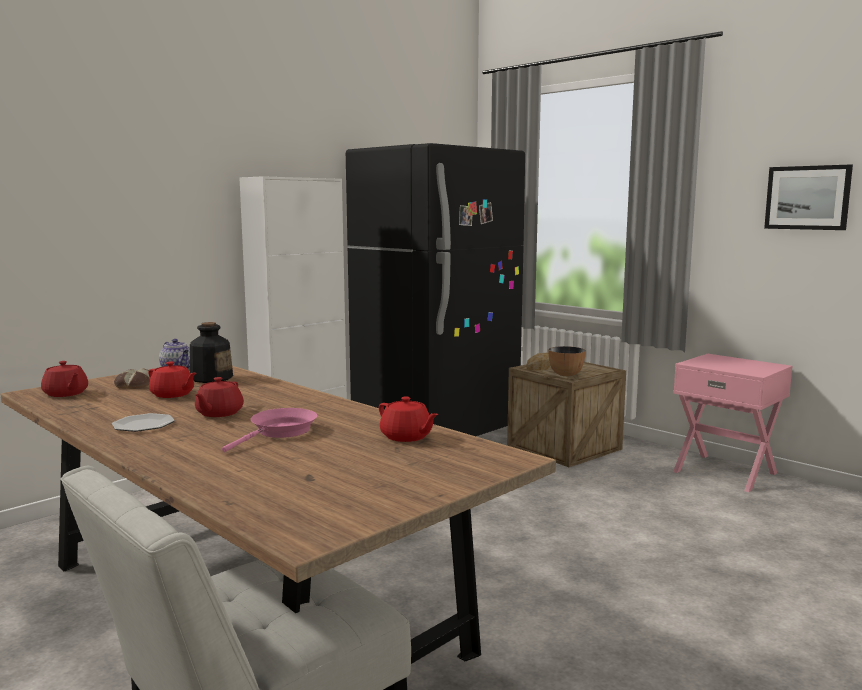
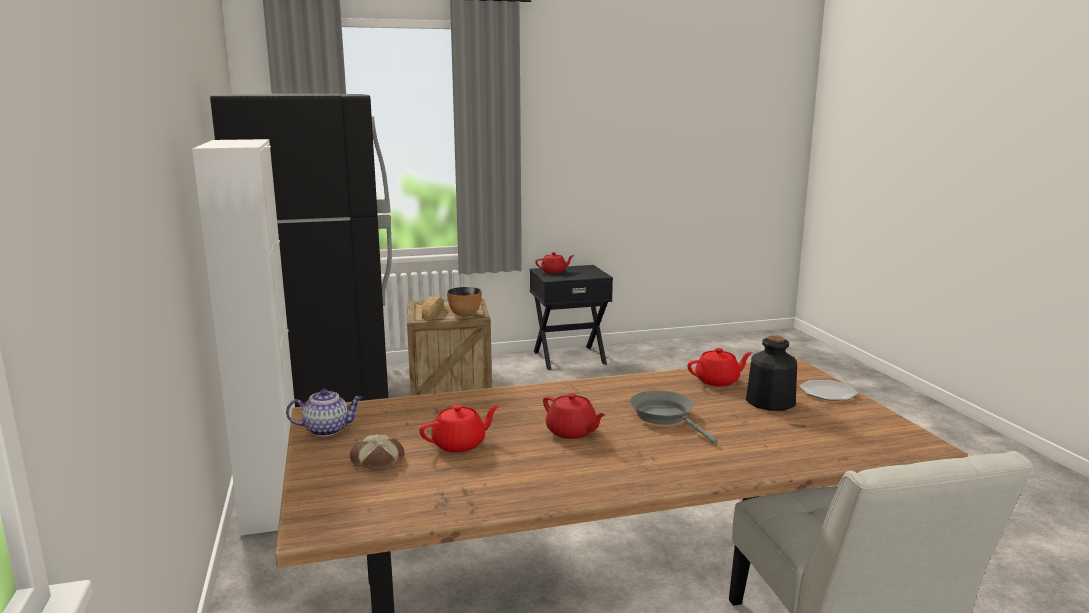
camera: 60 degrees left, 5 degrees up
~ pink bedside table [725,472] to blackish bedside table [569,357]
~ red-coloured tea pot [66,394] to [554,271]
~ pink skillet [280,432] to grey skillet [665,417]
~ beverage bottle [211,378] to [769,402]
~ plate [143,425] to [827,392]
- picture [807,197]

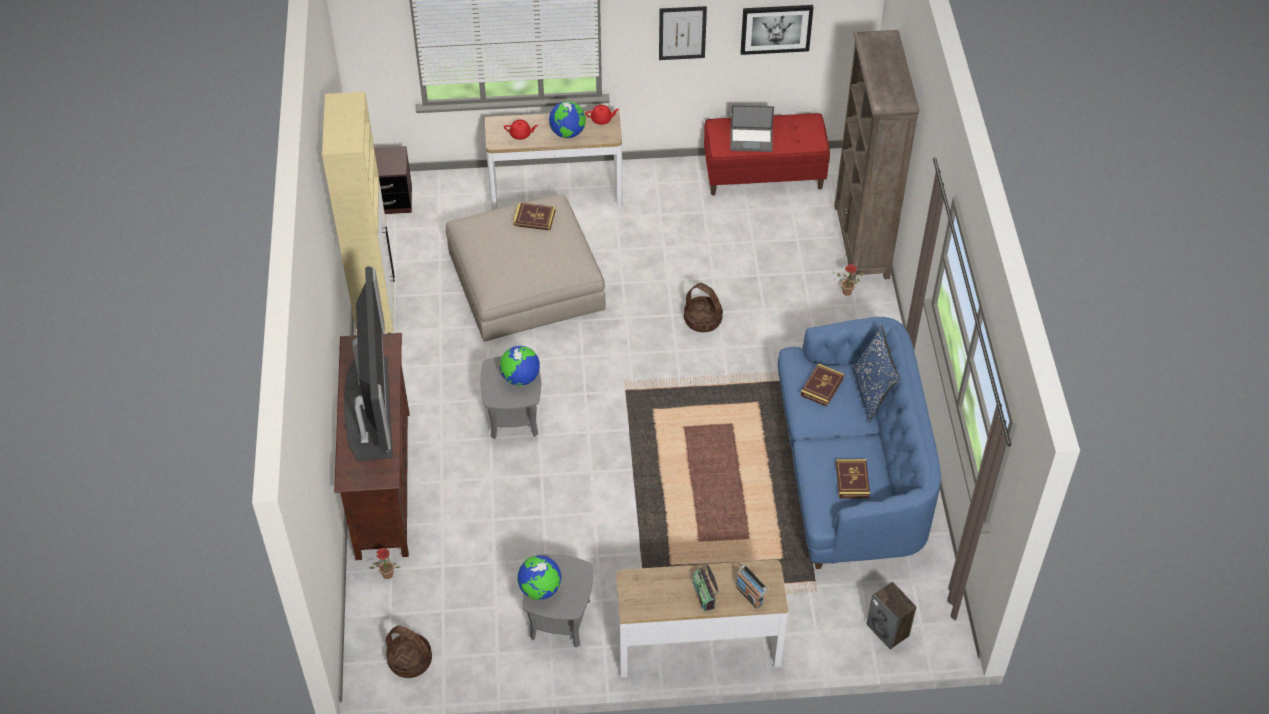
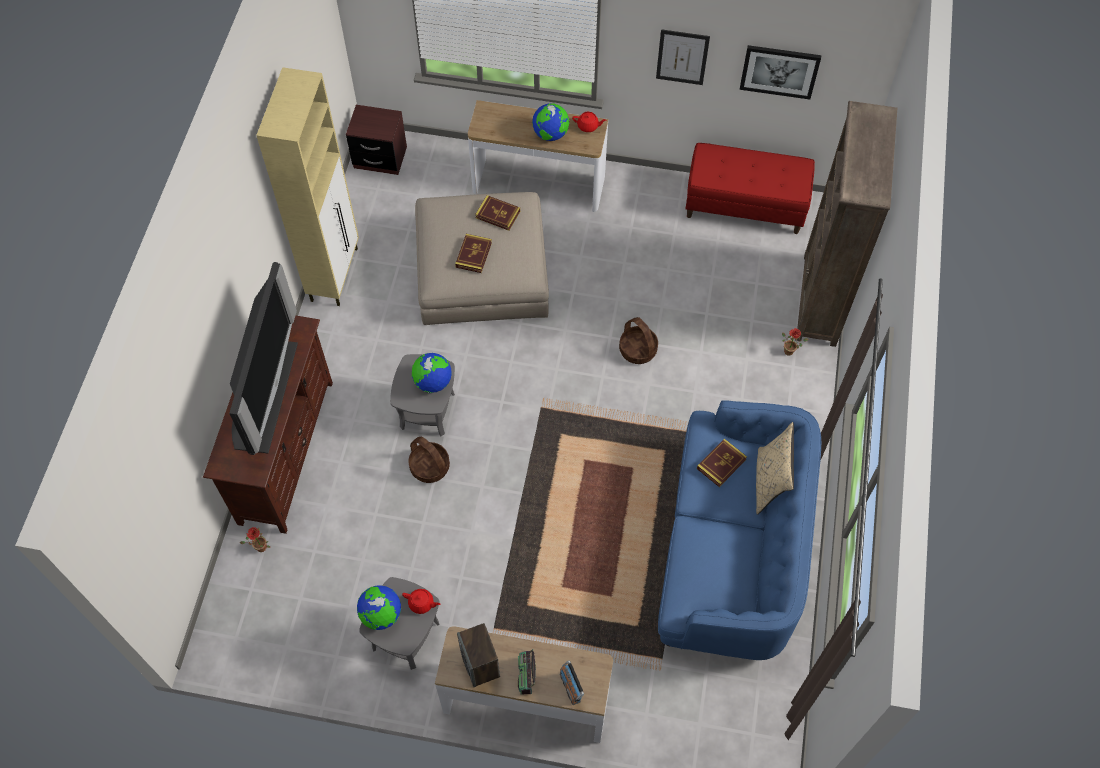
camera: 15 degrees right, 10 degrees up
~ red-coloured tea pot [521,134] to [421,603]
~ storage basket [409,661] to [429,467]
~ bound book [852,480] to [473,255]
~ speaker [888,630] to [480,664]
~ blue pillow [871,392] to beige pillow [769,482]
- laptop [752,139]

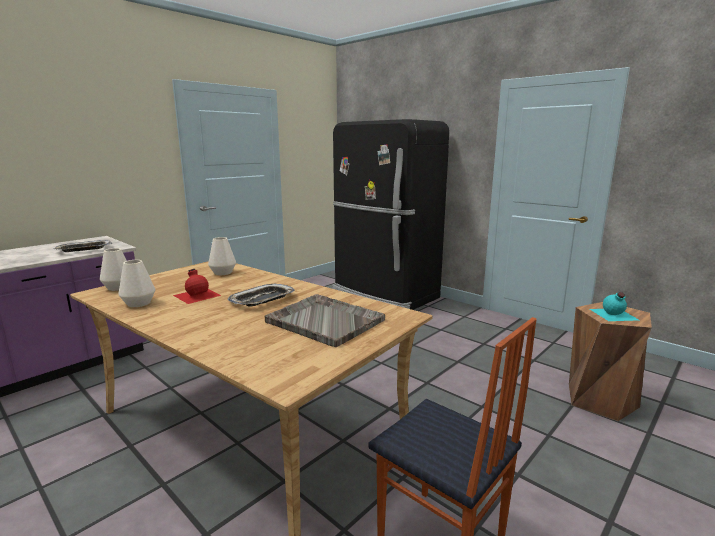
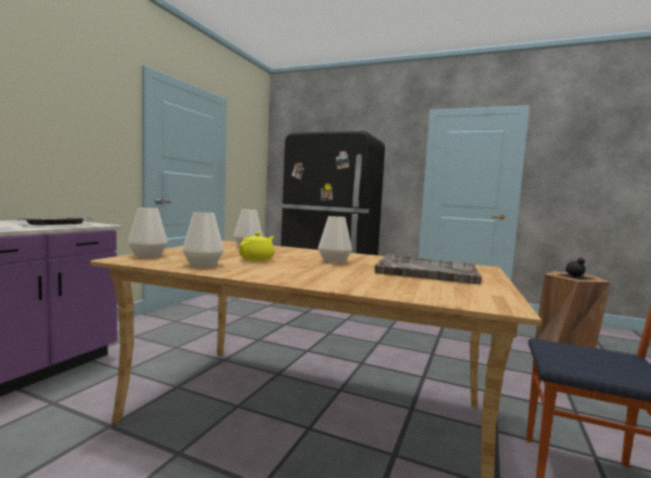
camera: 20 degrees left, 10 degrees down
~ red-coloured beverage bottle [197,295] to yellowish tea pot [257,259]
~ serving tray [262,300] to white decorative vase [334,261]
~ turquoise-coloured beverage bottle [613,314] to blackish beverage bottle [575,276]

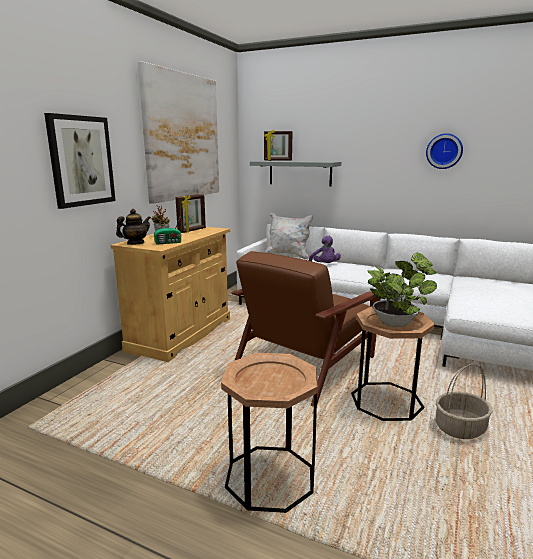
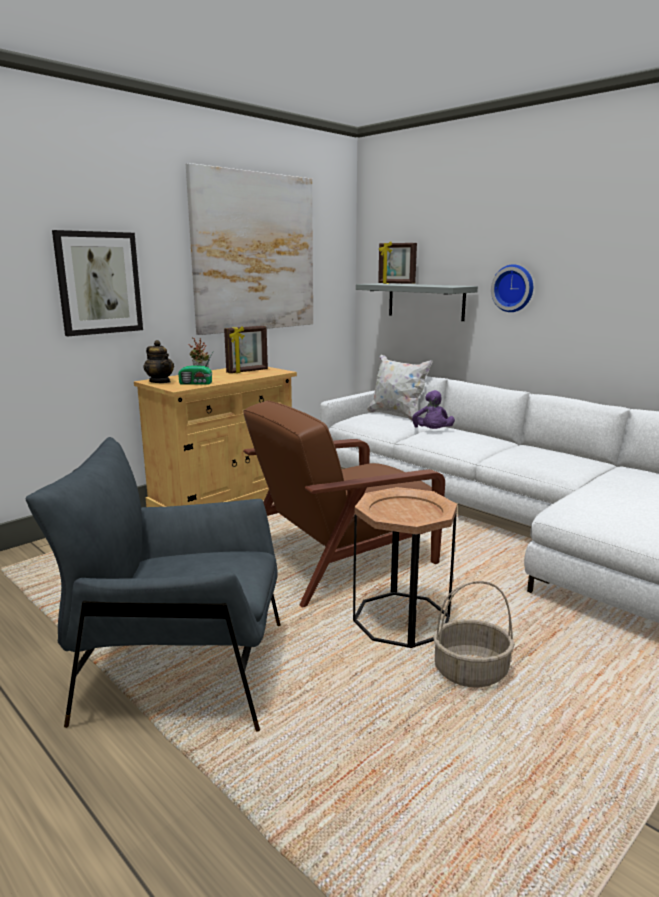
camera: 20 degrees right, 0 degrees up
~ brown-coloured side table [269,478] to grey lounge chair [182,670]
~ tea pot [135,243] = [160,382] 75 degrees clockwise
~ clock on the wall [444,151] to [513,288]
- potted plant [396,323]

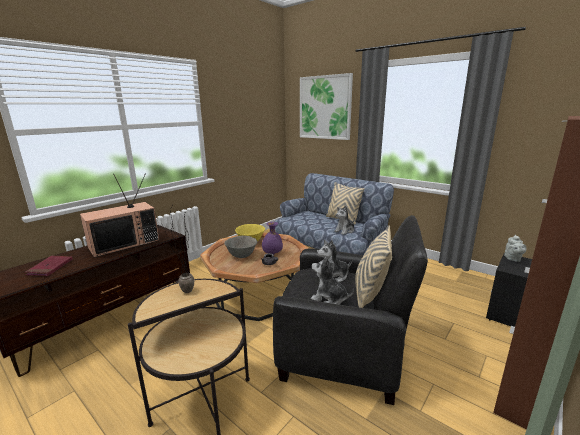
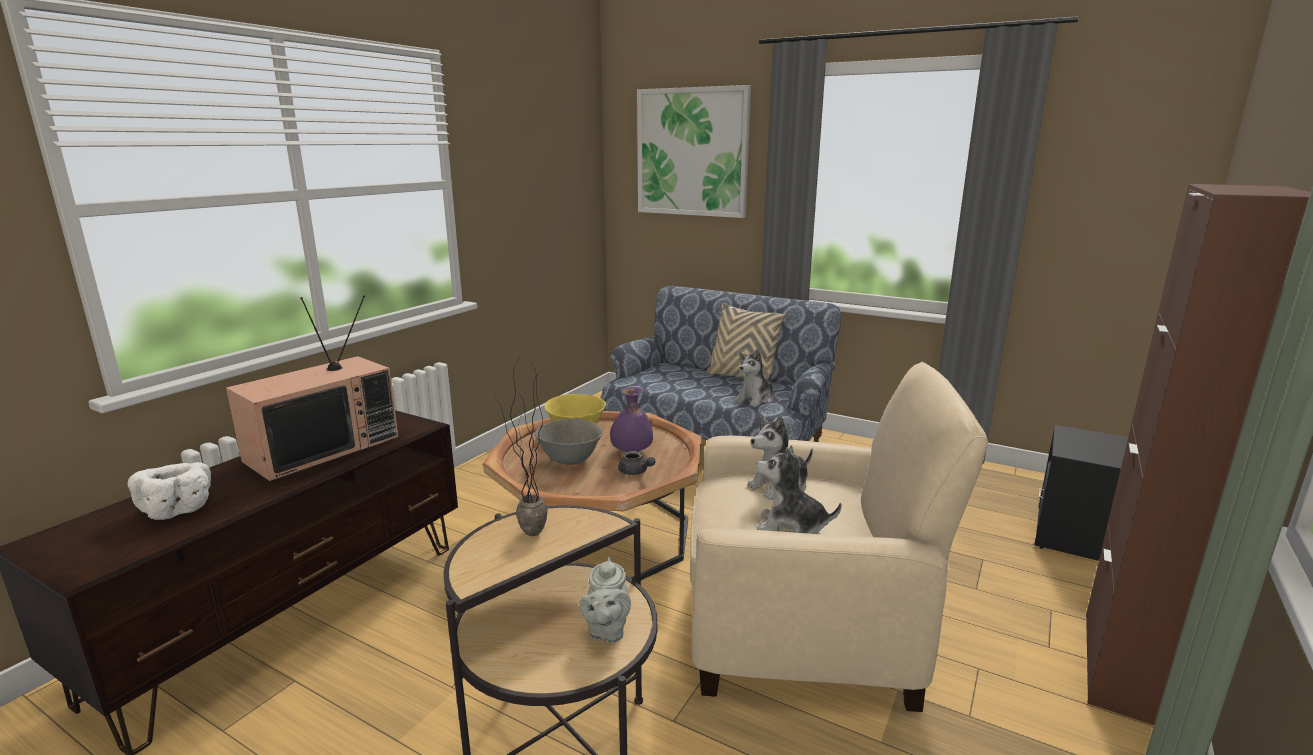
camera: 10 degrees left, 0 degrees up
~ red-coloured bound book [50,267] to white bowl [178,509]
~ grey tea pot [512,259] to [606,630]
~ blackish lounge chair [343,352] to beige lounge chair [804,630]
- beige pillow [370,293]

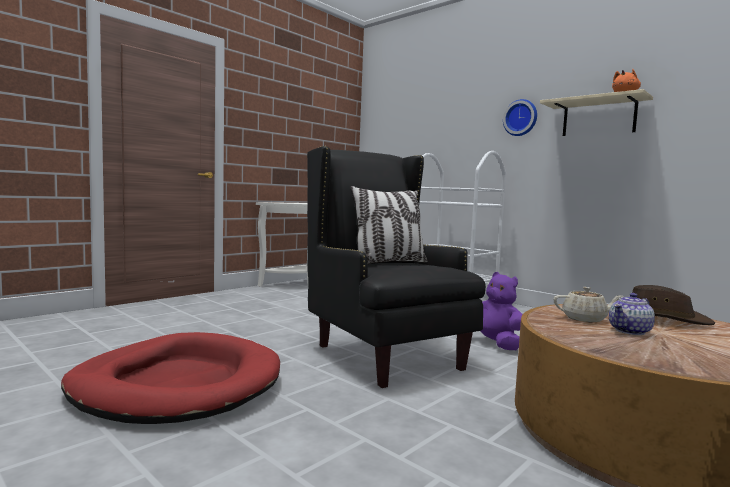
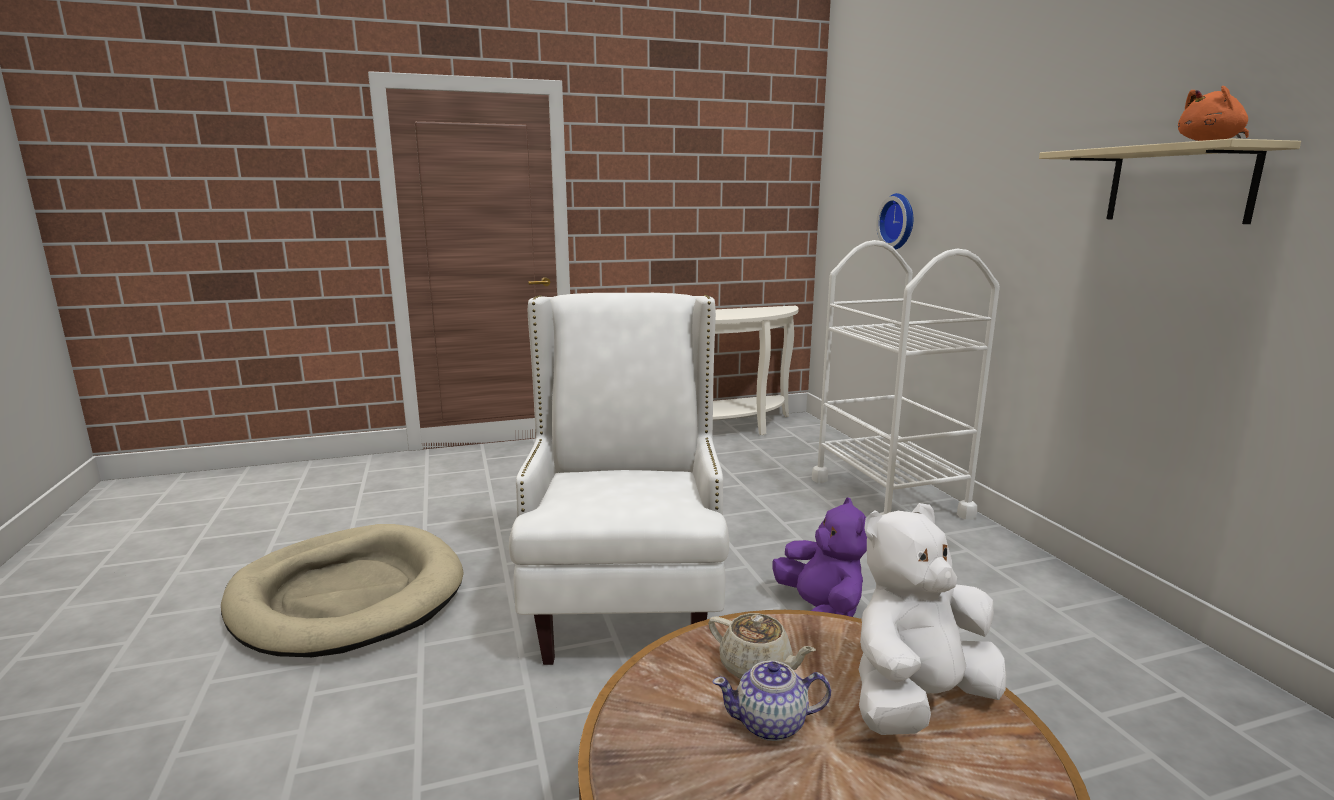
camera: 30 degrees right, 10 degrees up
~ red-coloured pet bed [178,384] to beige pet bed [347,596]
~ blackish lounge chair [386,356] to white lounge chair [625,605]
~ brown-coloured hat [659,318] to white soft toy [917,700]
~ clock on the wall [521,118] to [899,221]
- pillow [388,263]

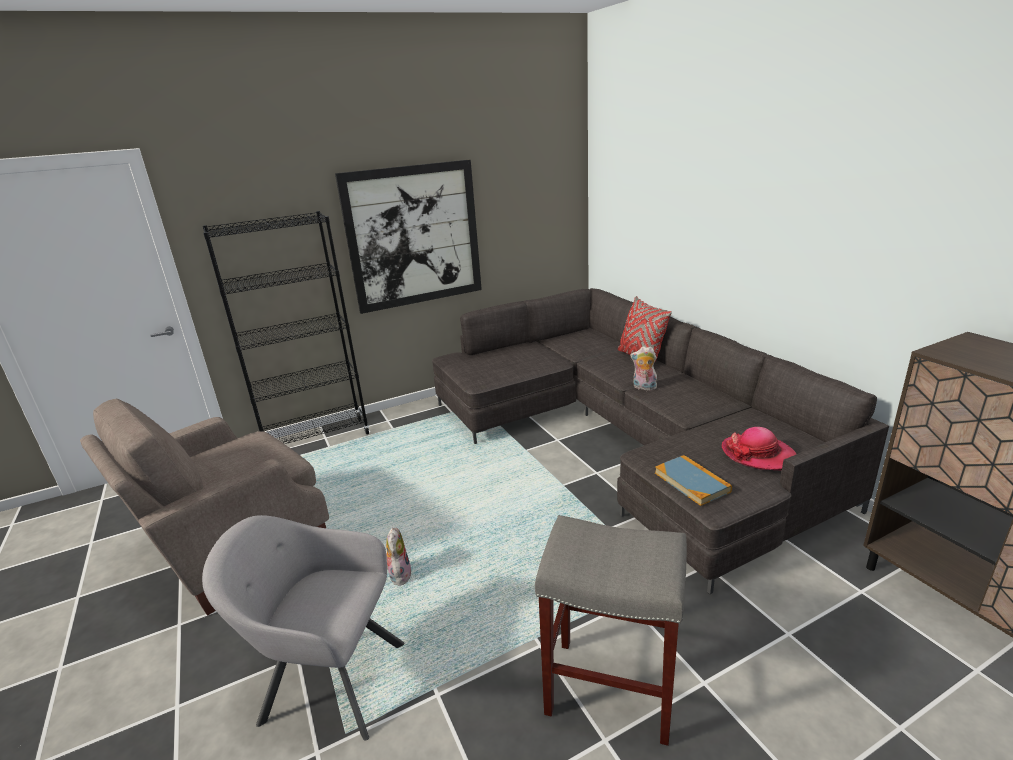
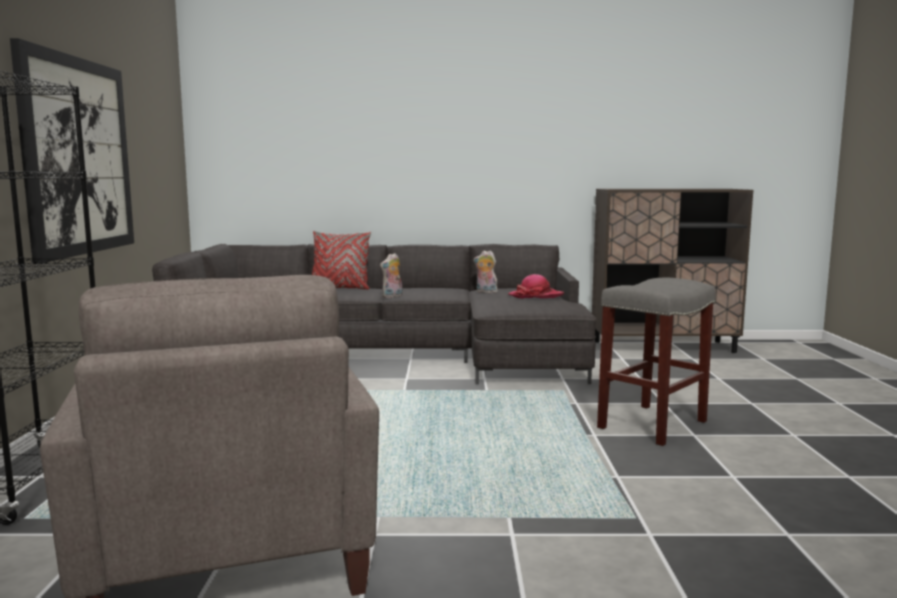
camera: 65 degrees left, 15 degrees down
~ soft toy [399,574] to [485,292]
- grey lounge chair [328,681]
- bound book [692,482]

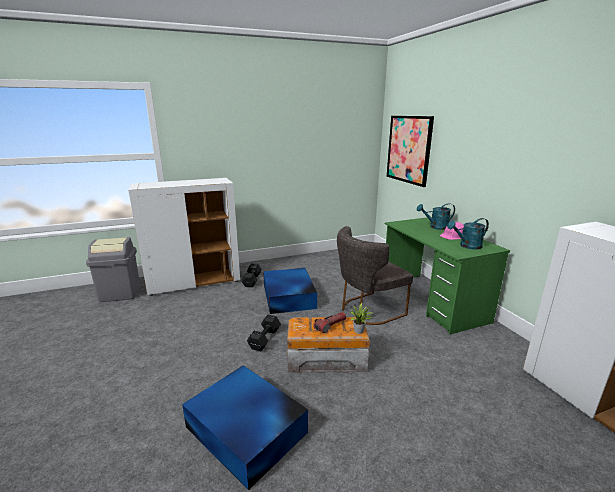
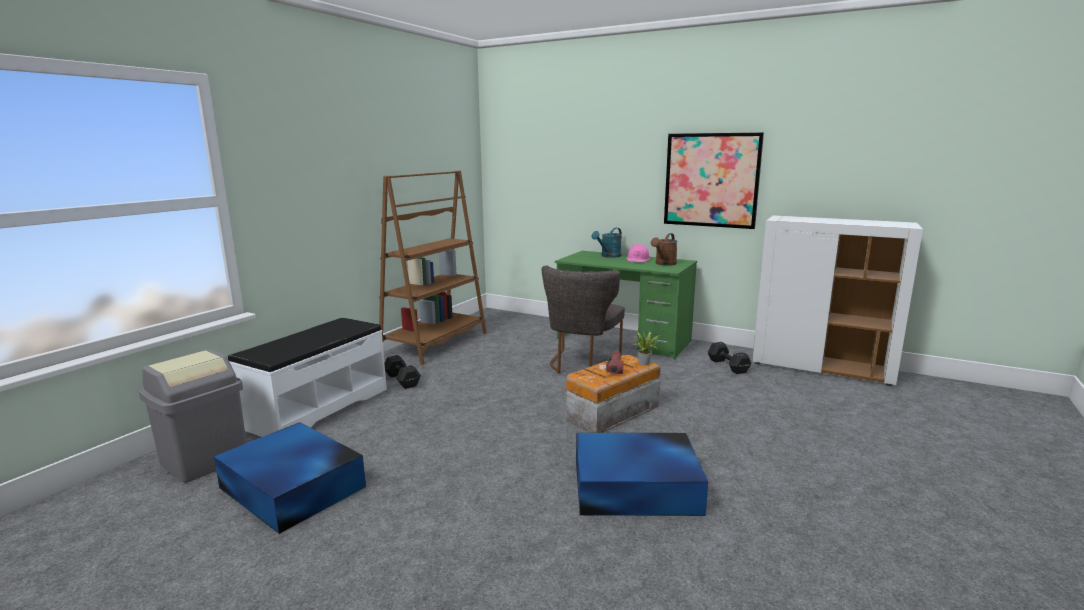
camera: 40 degrees left, 5 degrees down
~ blue storage box [288,297] to [293,488]
~ white storage cabinet [195,282] to white long seat [317,407]
+ brown-coloured bookcase [435,344]
~ turquoise-coloured watering can [467,246] to brown-coloured watering can [664,264]
~ picture [409,149] to [711,180]
~ blackish hand weight [264,340] to [728,366]

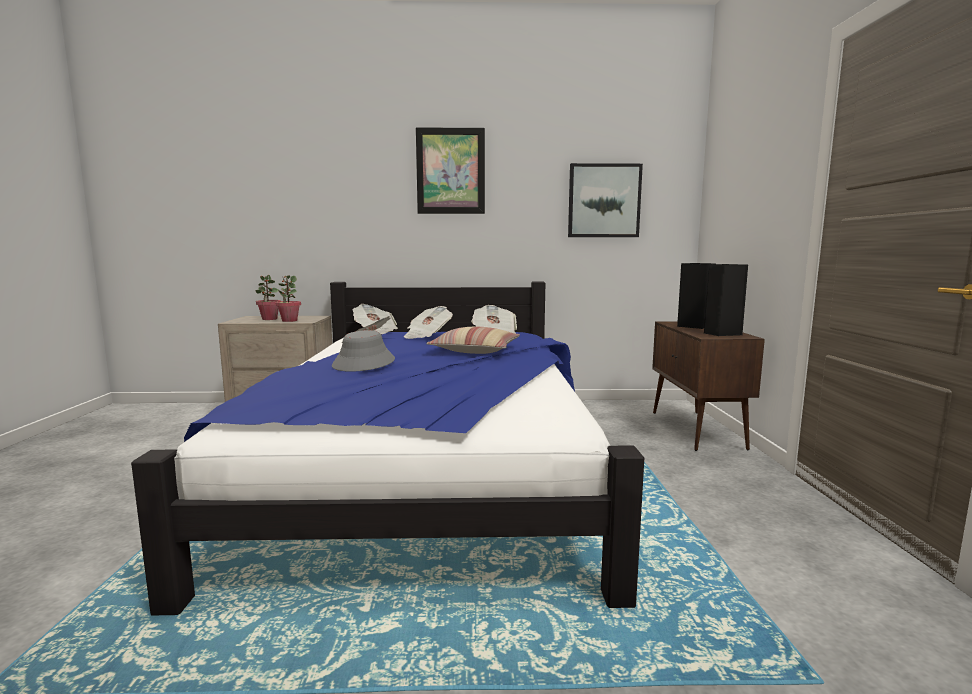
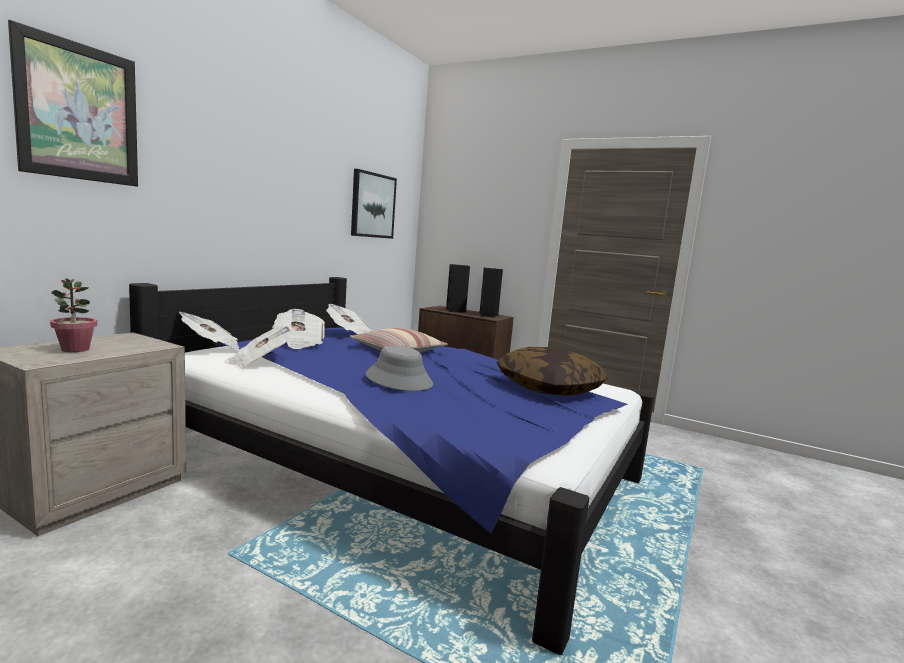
camera: 60 degrees left, 0 degrees up
~ picture [450,171] to [79,112]
+ pillow [548,388]
- potted plant [289,320]

